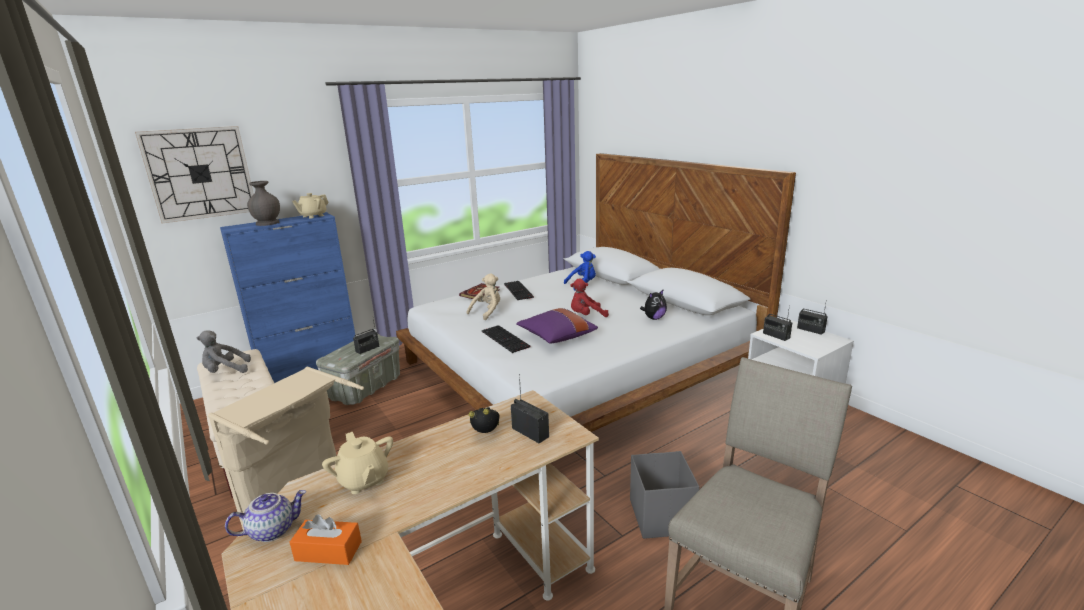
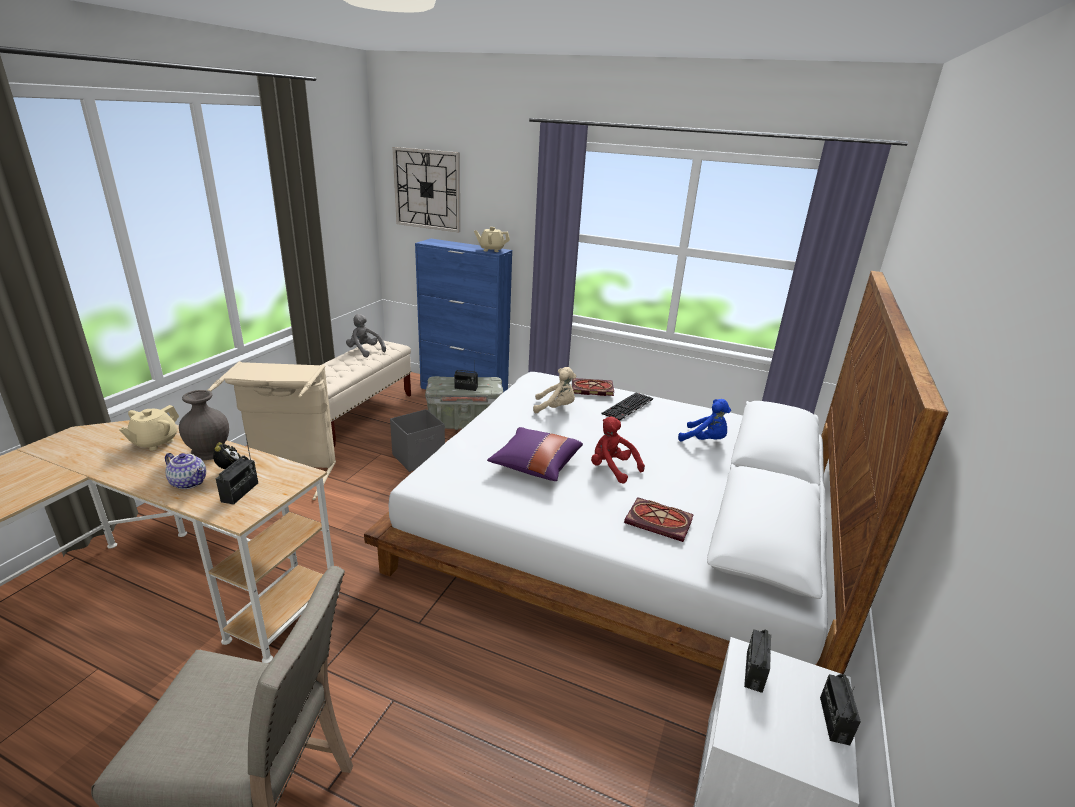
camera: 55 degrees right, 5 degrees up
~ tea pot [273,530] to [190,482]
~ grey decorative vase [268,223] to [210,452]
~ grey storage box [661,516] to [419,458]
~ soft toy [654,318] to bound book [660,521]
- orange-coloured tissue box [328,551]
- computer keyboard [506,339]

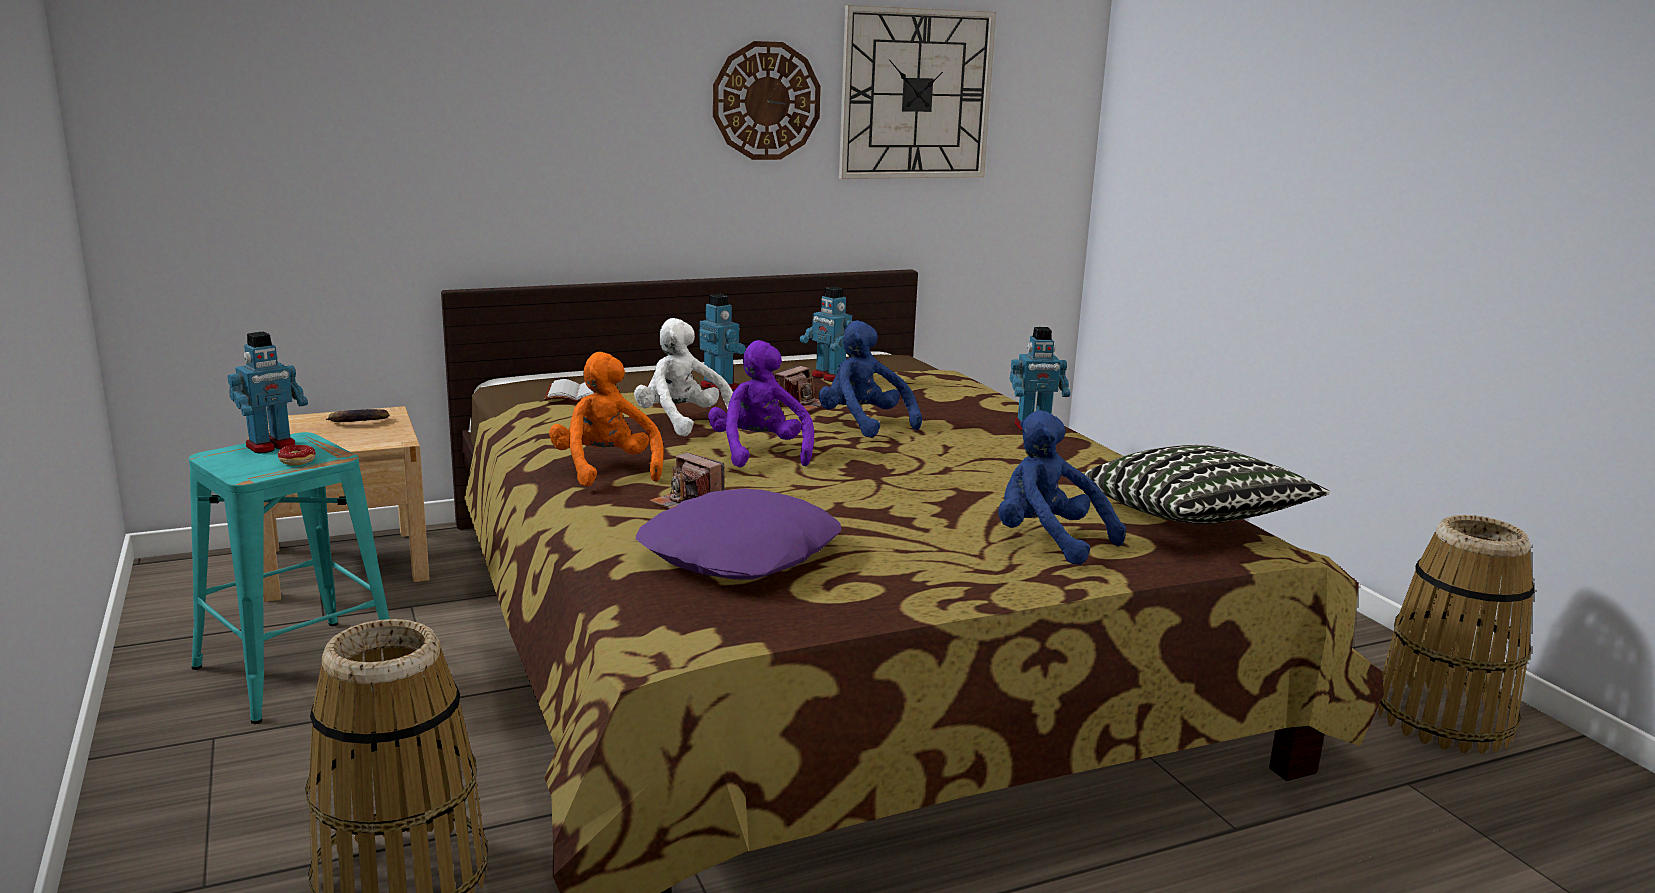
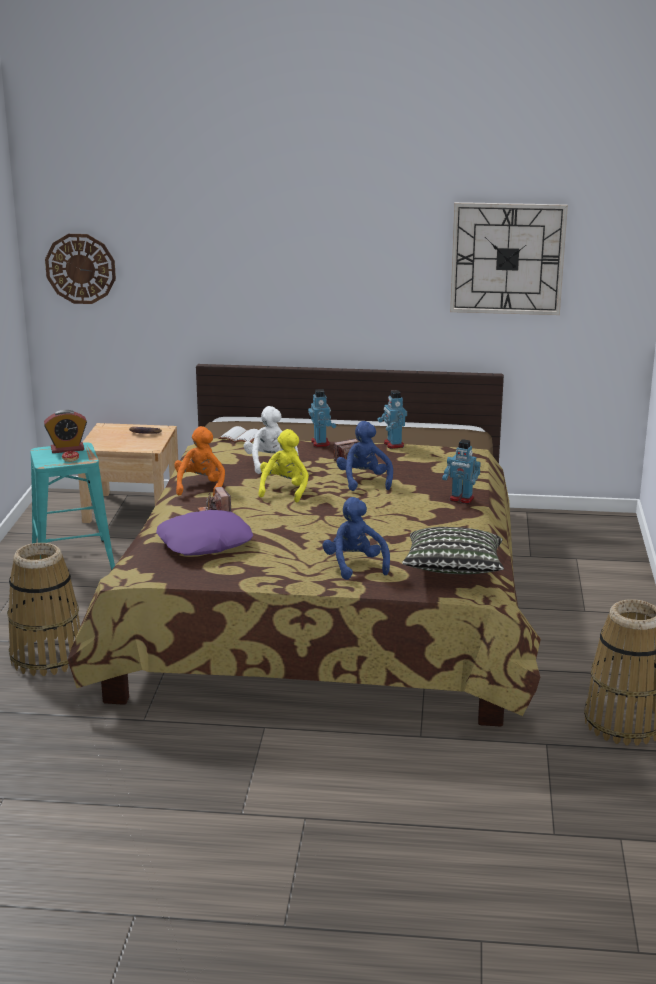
camera: 30 degrees right, 5 degrees up
~ toy robot [271,446] to table clock [67,449]
~ clock on the wall [766,101] to [80,268]
~ purple soft toy [759,453] to yellowish soft toy [284,490]

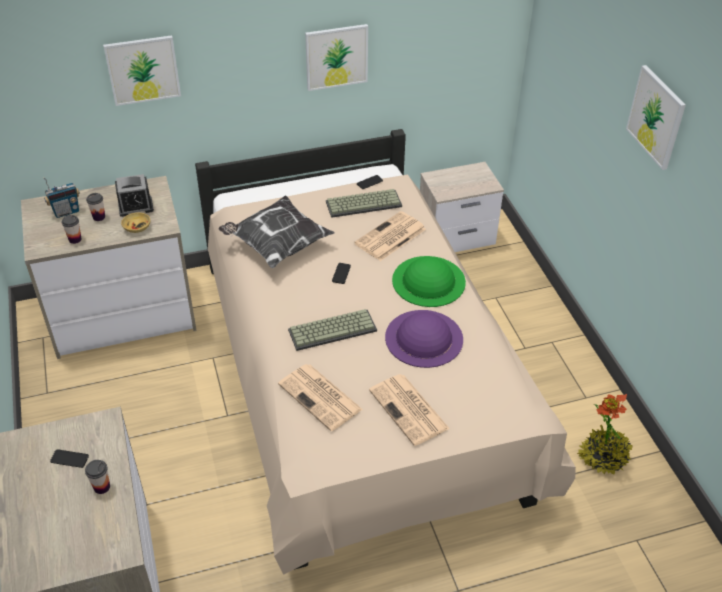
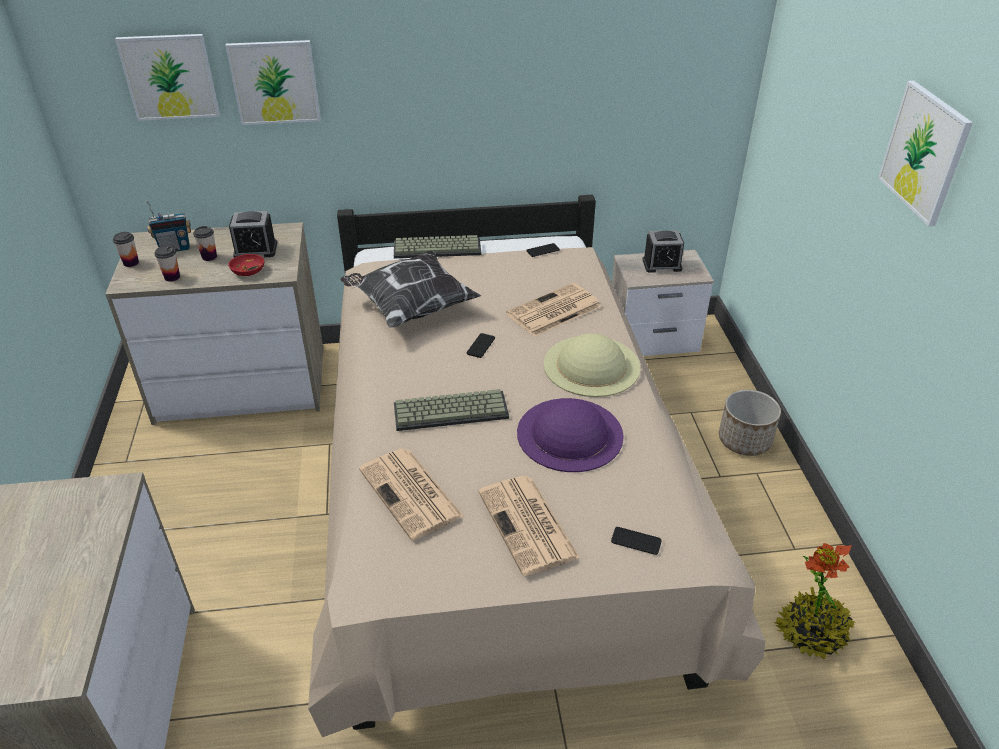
camera: 10 degrees right, 5 degrees down
~ drinking cup [102,487] to [131,263]
~ picture [336,57] to [169,77]
~ beige bowl [137,227] to red-coloured bowl [248,271]
~ computer keyboard [364,203] to [438,248]
~ green-coloured hat [429,281] to beige hat [591,365]
~ phone [69,459] to [636,541]
+ table clock [662,265]
+ planter [745,440]

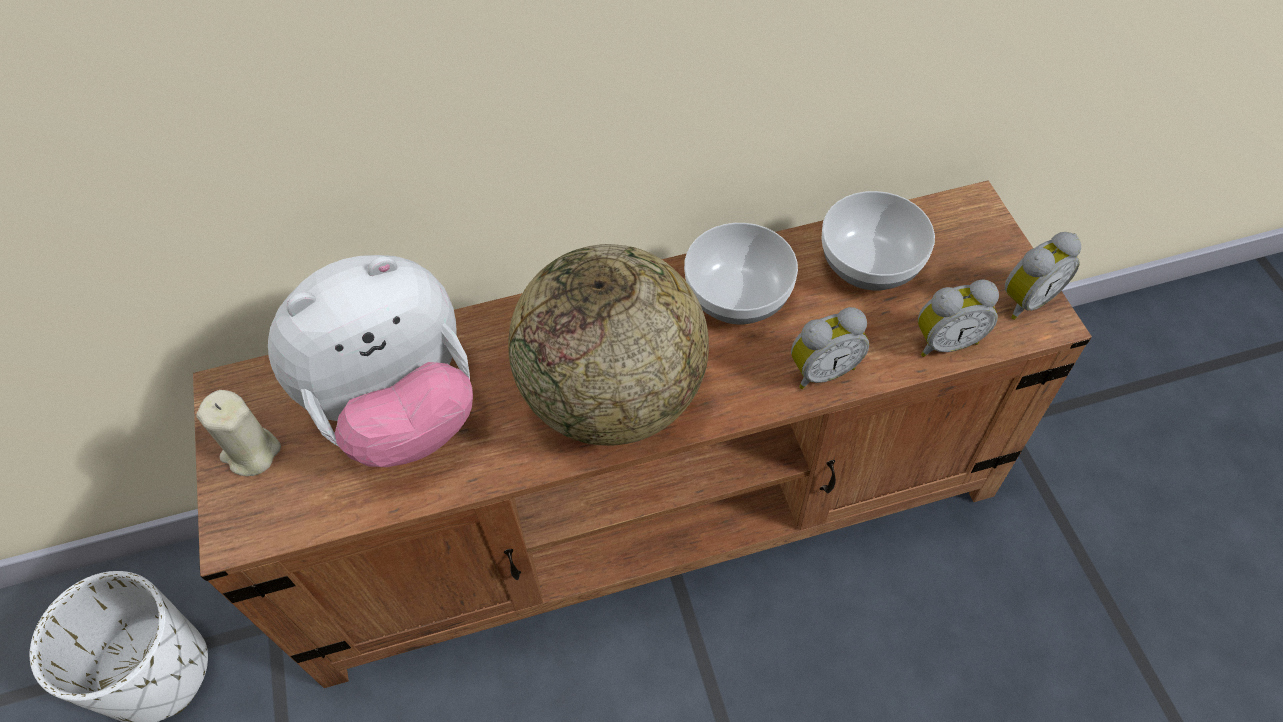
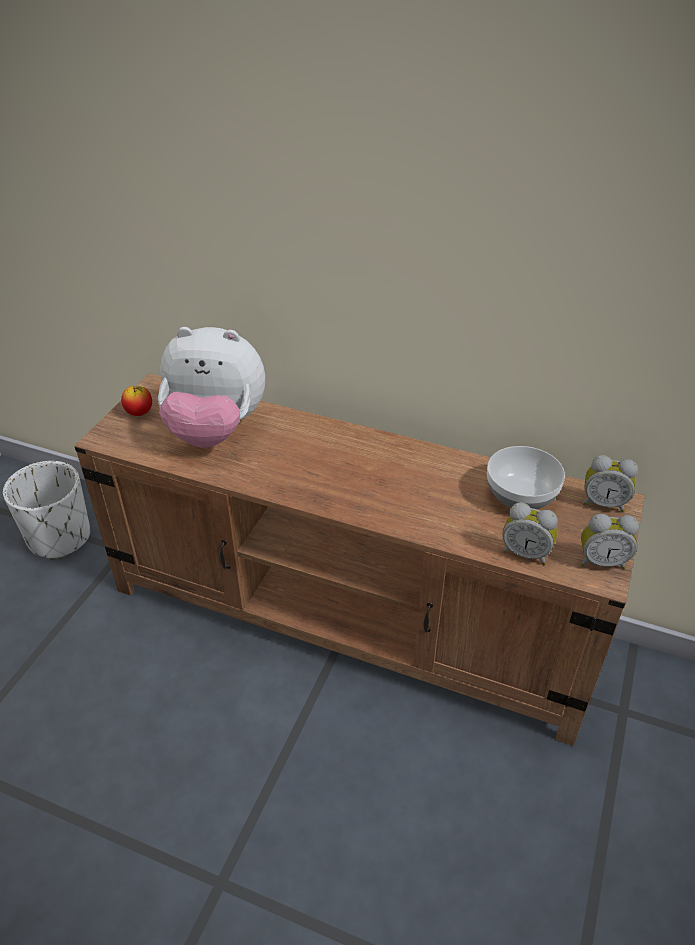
camera: 35 degrees right, 15 degrees down
~ beige candle [251,452] to apple fruit [139,413]
~ table clock [822,369] to [603,503]
- globe [614,397]
- bowl [739,297]

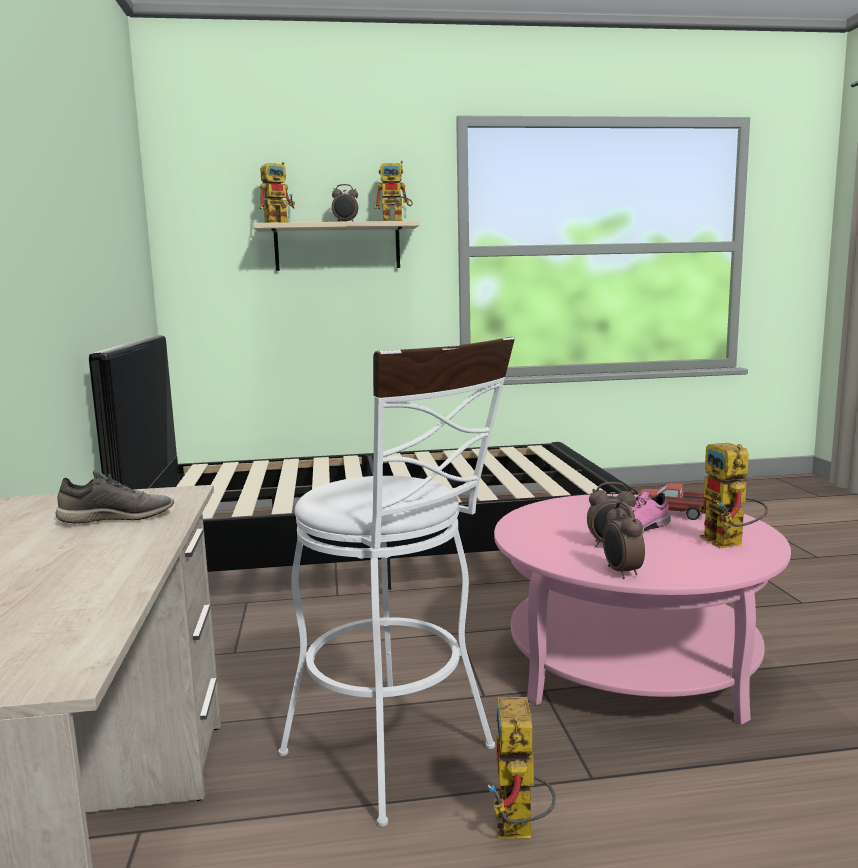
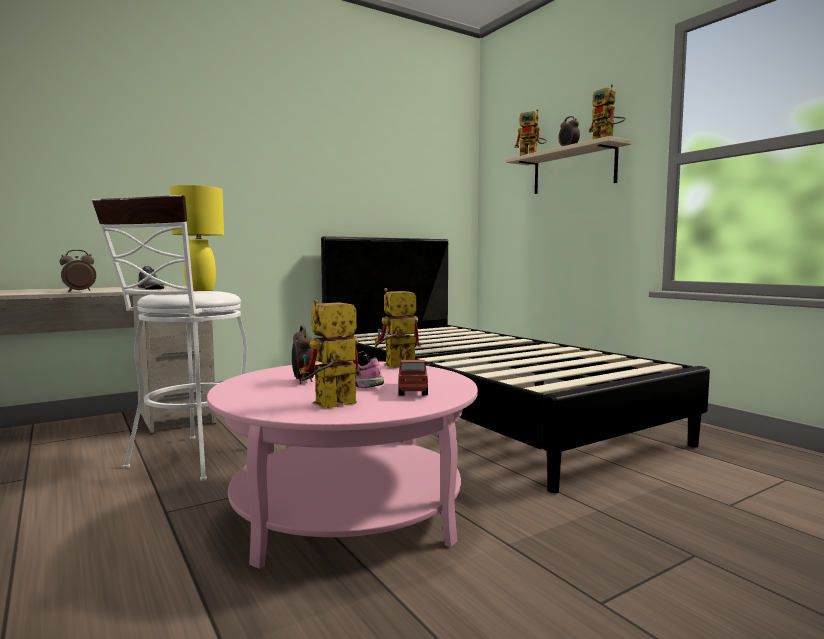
camera: 65 degrees right, 5 degrees down
~ table clock [621,572] to [79,291]
+ yellowish tabletop lamp [200,290]
~ toy robot [519,831] to [394,366]

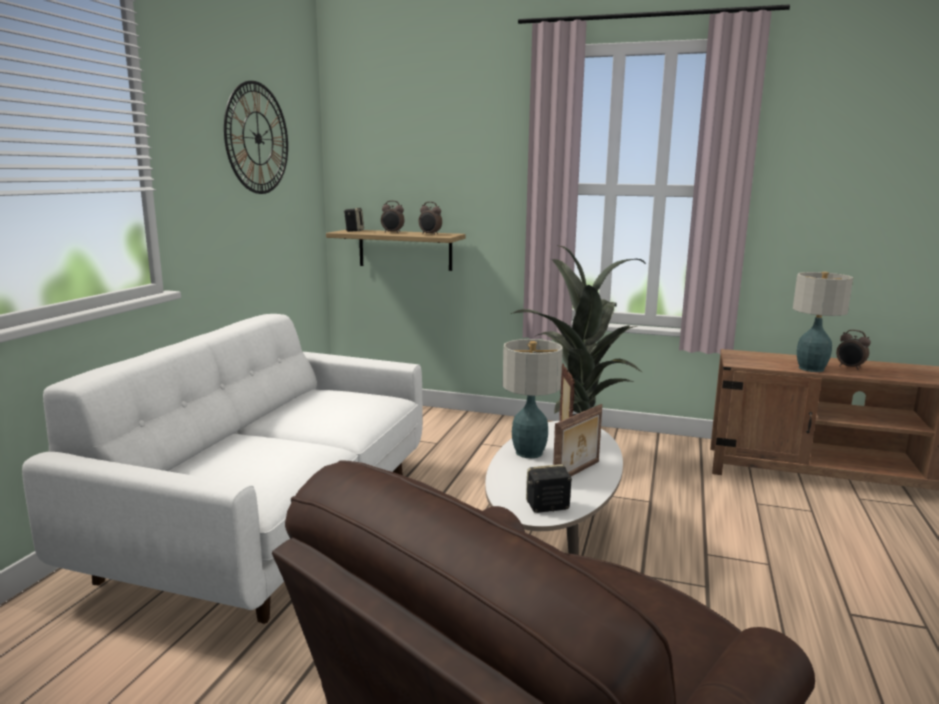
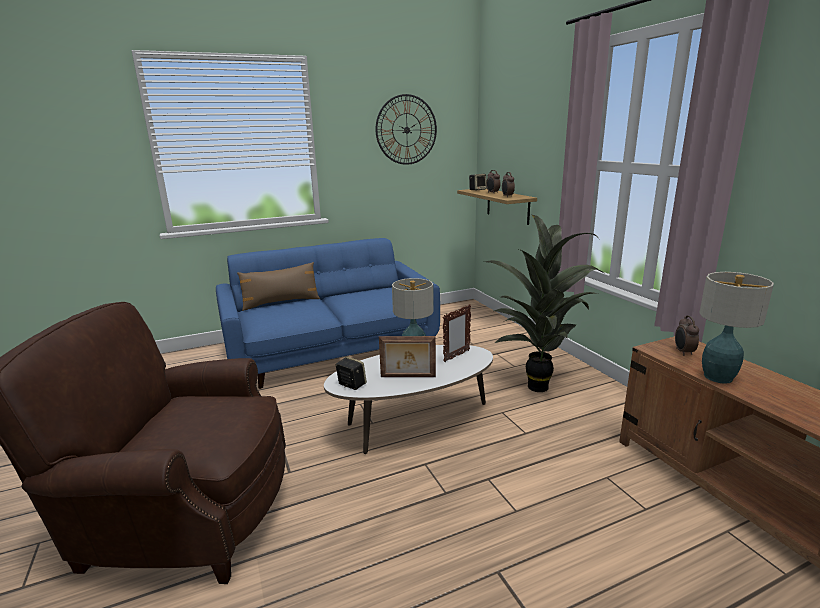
camera: 50 degrees right, 5 degrees up
~ white sofa [272,522] to blue sofa [331,351]
+ brown-coloured pillow [281,302]
~ table clock [850,367] to [683,352]

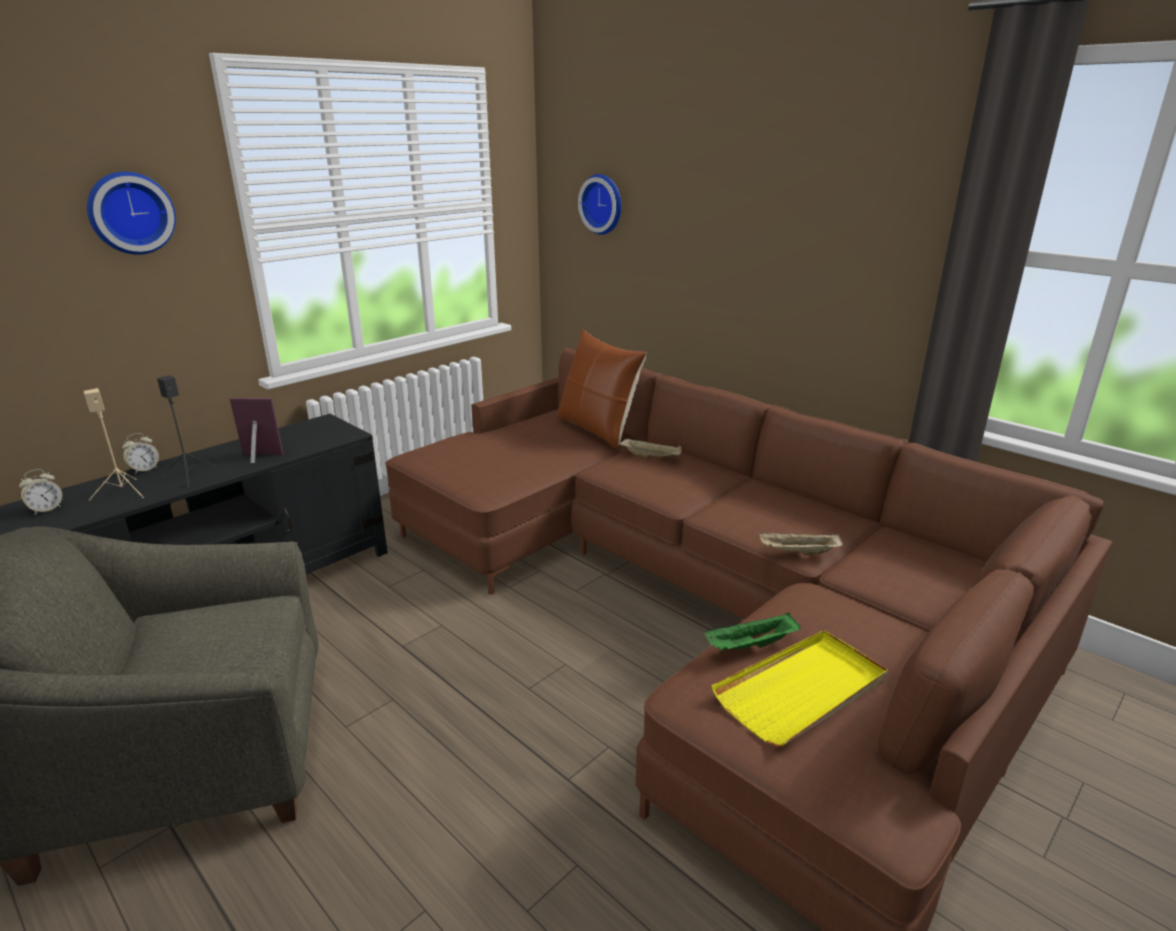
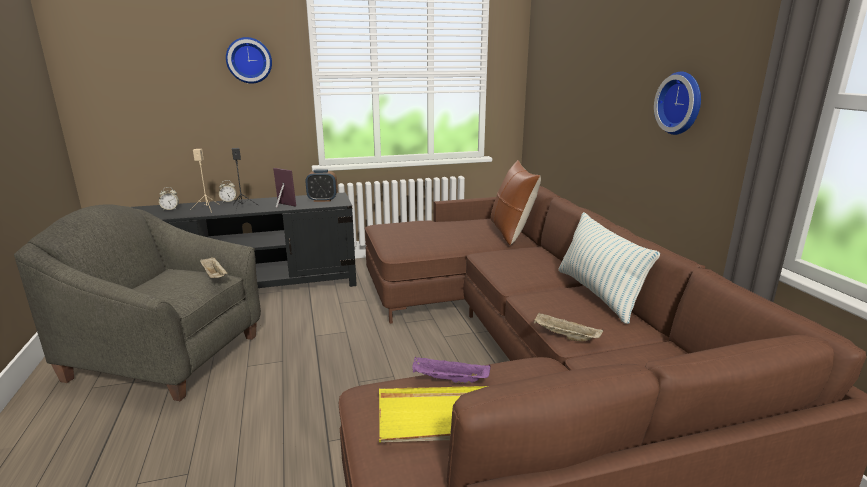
camera: 30 degrees right, 5 degrees down
~ beige serving tray [651,457] to [214,276]
+ table clock [322,200]
~ green-coloured serving tray [751,646] to purple serving tray [449,380]
+ pillow [597,294]
~ clock on the wall [603,204] to [681,103]

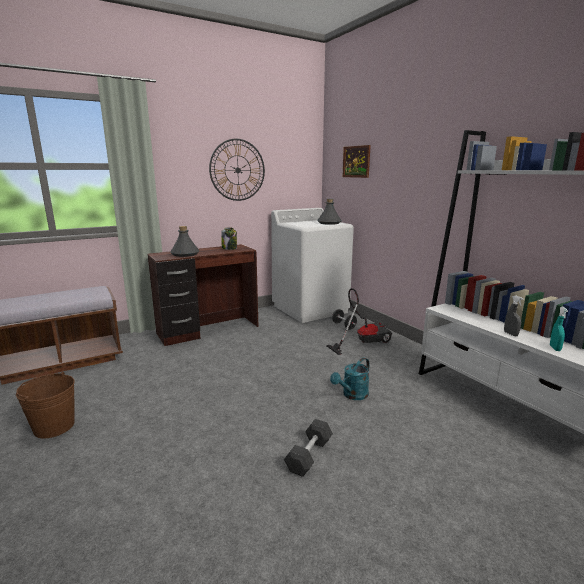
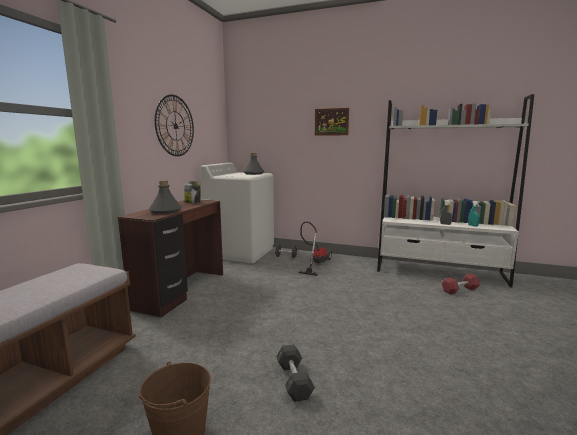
camera: 40 degrees left, 5 degrees down
~ grey hand weight [309,455] to [294,380]
~ picture [356,161] to [331,122]
+ red-coloured hand weight [460,290]
- turquoise-coloured watering can [352,395]

